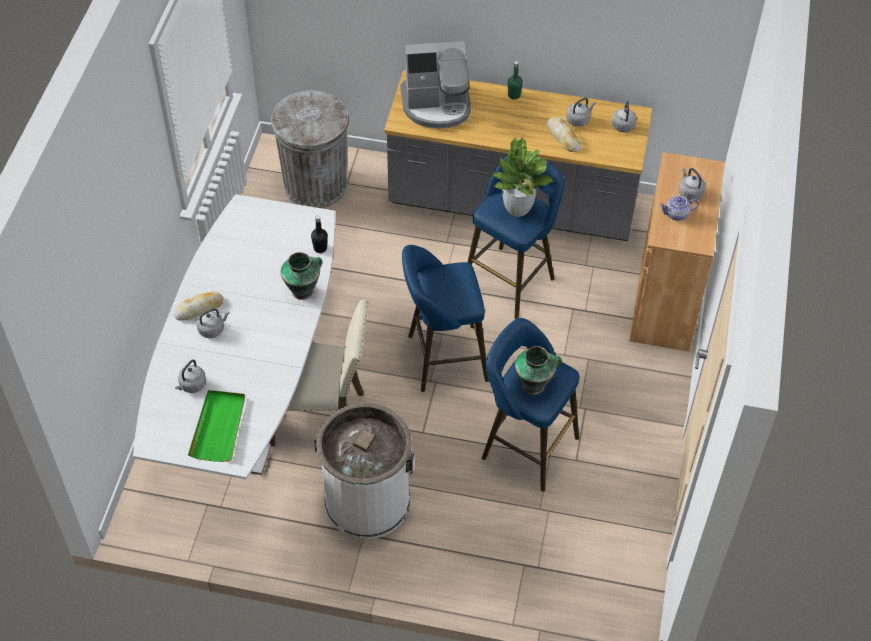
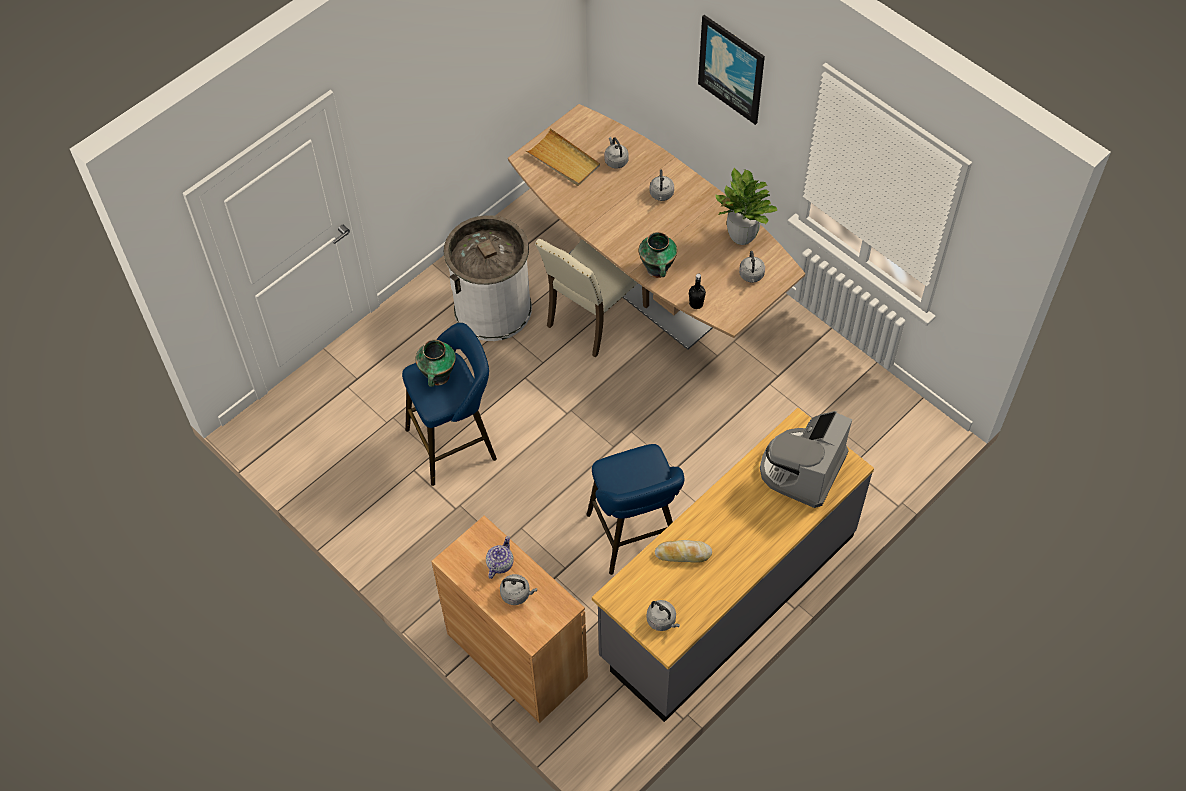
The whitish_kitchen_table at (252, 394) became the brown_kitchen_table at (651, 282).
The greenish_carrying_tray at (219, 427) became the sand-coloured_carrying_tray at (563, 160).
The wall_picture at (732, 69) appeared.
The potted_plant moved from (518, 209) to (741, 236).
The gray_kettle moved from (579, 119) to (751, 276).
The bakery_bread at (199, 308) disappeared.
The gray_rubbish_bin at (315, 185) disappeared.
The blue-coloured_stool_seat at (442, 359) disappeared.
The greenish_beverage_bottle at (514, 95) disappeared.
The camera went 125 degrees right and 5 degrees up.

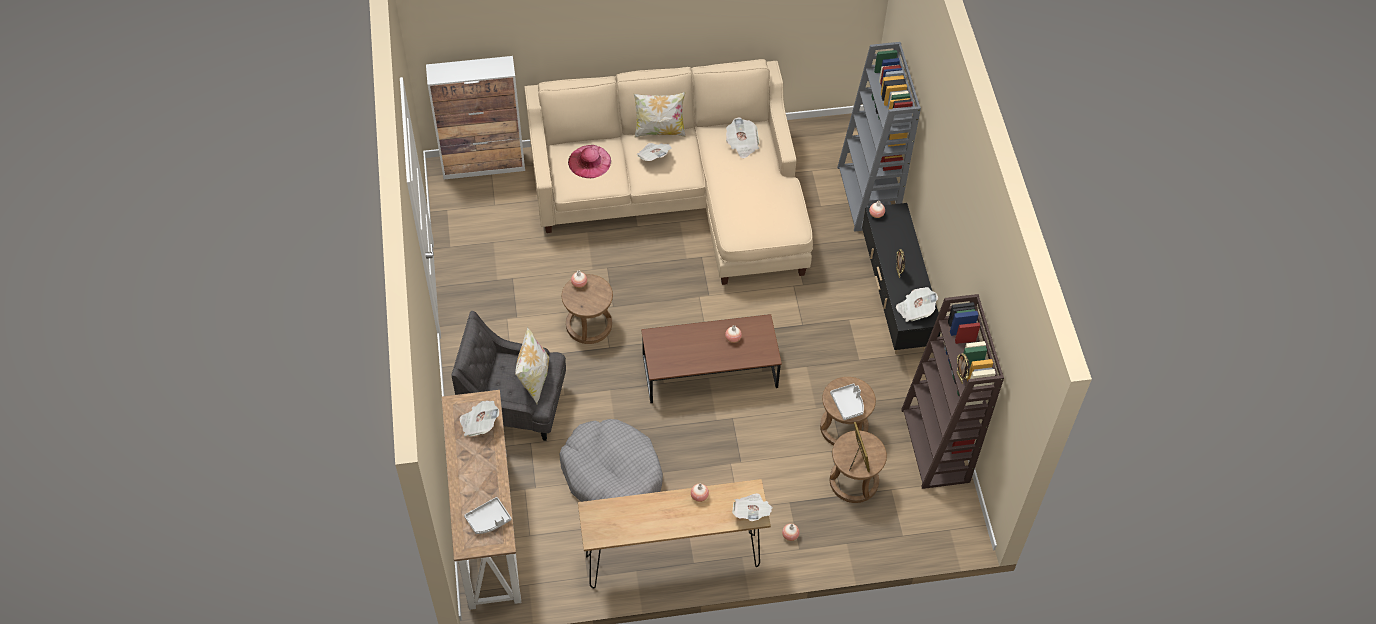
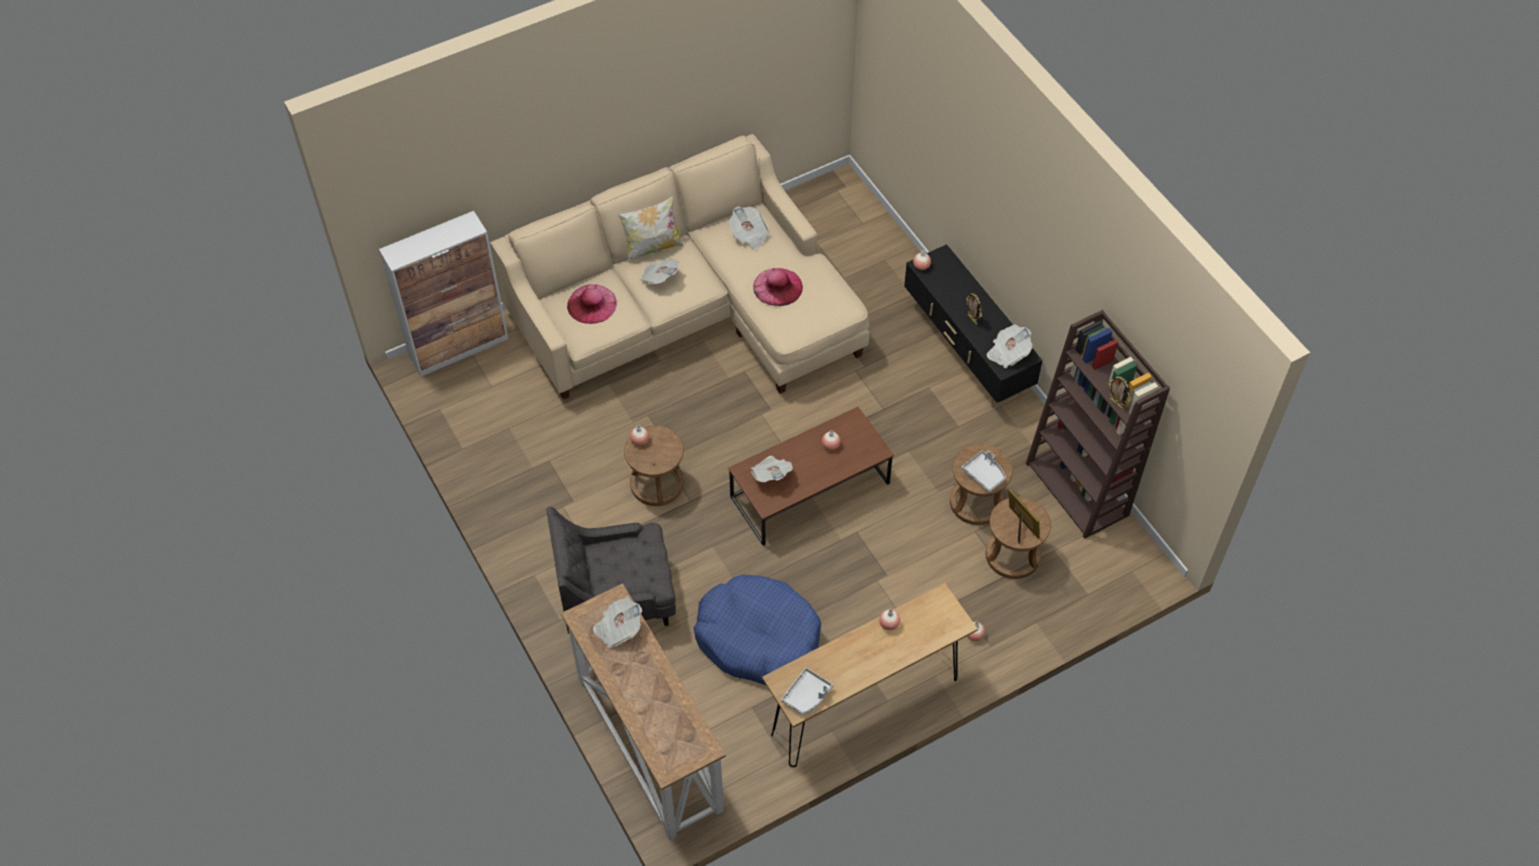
The gray_dog_bed at (612, 476) became the blue-coloured_dog_bed at (758, 638).
The newspaper moved from (751, 512) to (771, 475).
The pinkish_clothing_hat at (777, 287) appeared.
The gray_carrying_tray moved from (488, 520) to (807, 695).
The throw_pillow at (534, 379) disappeared.
The gray_bookcase at (868, 197) disappeared.
The camera went 20 degrees left and 0 degrees up.

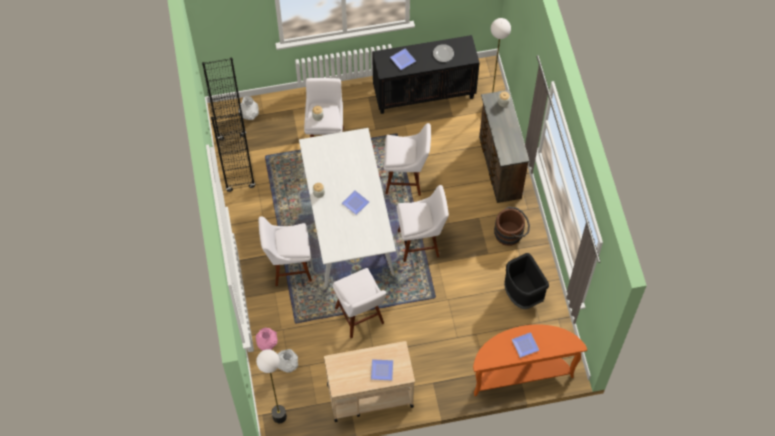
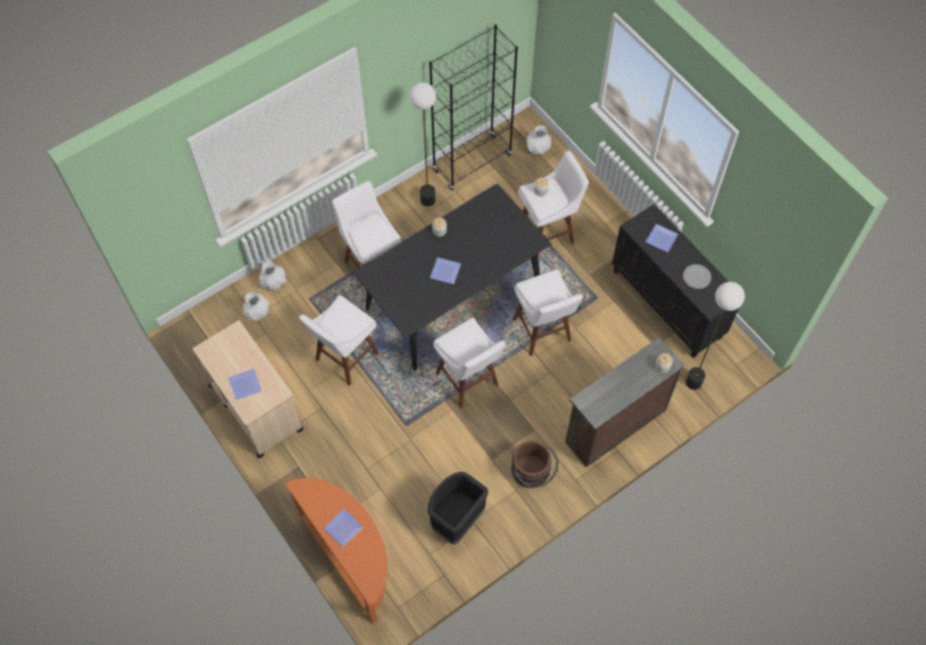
The pinkish_vase at (267, 343) became the whitish_vase at (274, 282).
The whitish_kitchen_table at (348, 225) became the black_kitchen_table at (453, 299).
The floor_lamp moved from (279, 416) to (427, 199).
The camera went 65 degrees right and 0 degrees up.

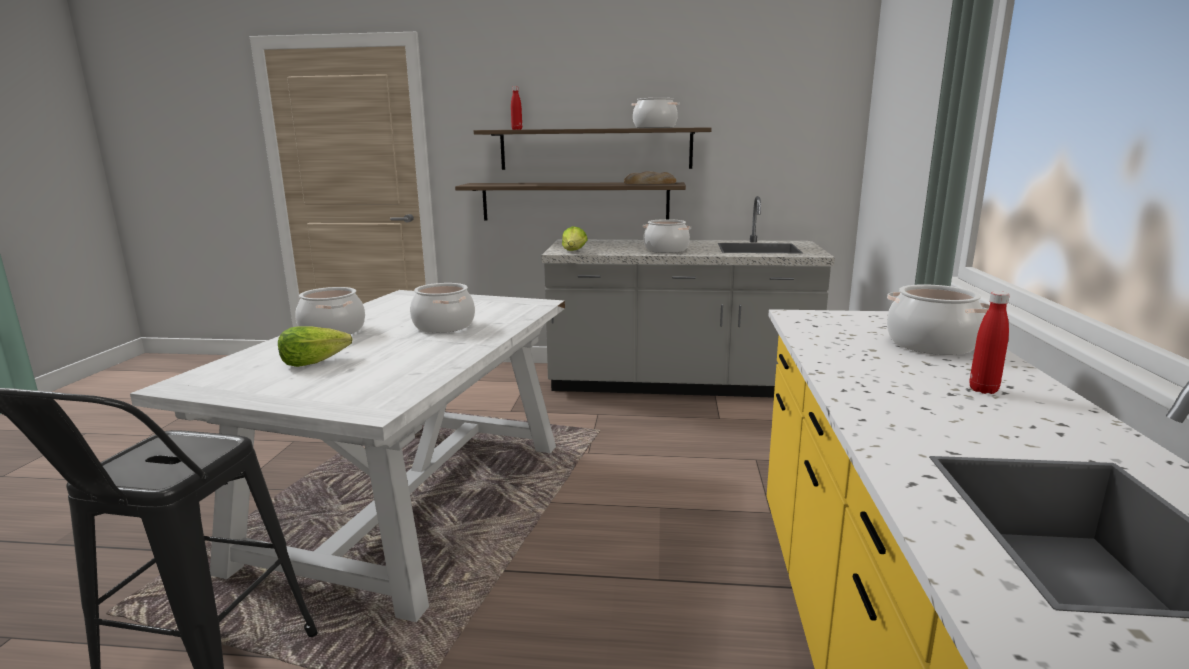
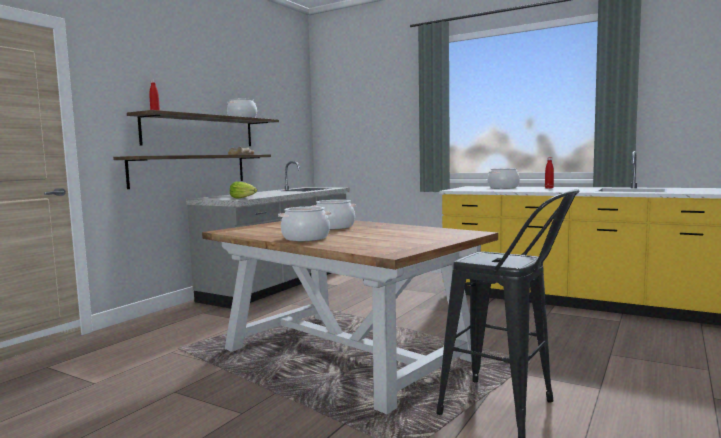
The whitish_kitchen_table at (411, 502) became the brown_kitchen_table at (347, 354).
The head_of_lettuce at (314, 362) disappeared.
The stockpot at (666, 250) disappeared.
The camera went 65 degrees left and 10 degrees down.

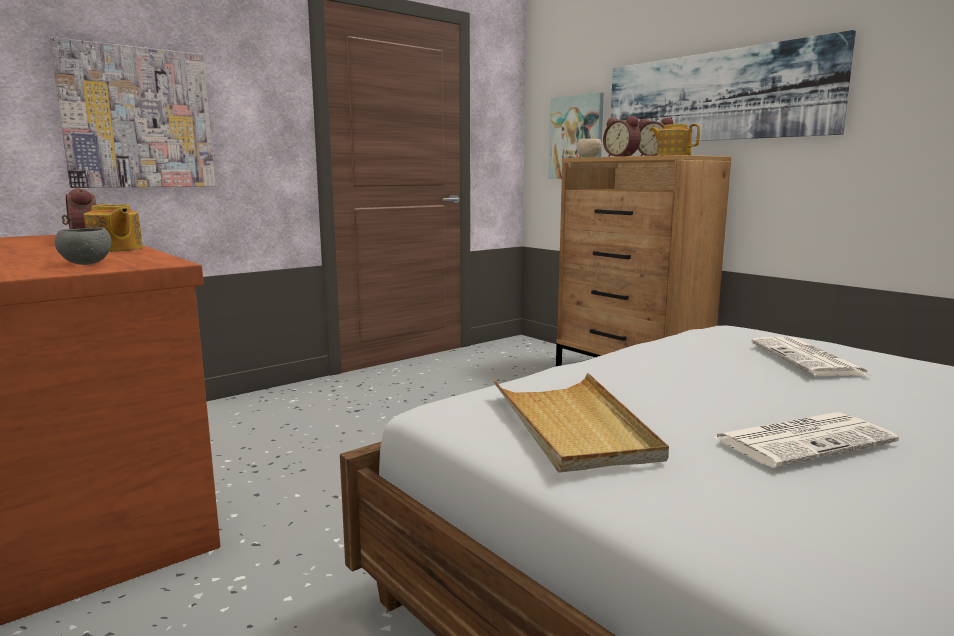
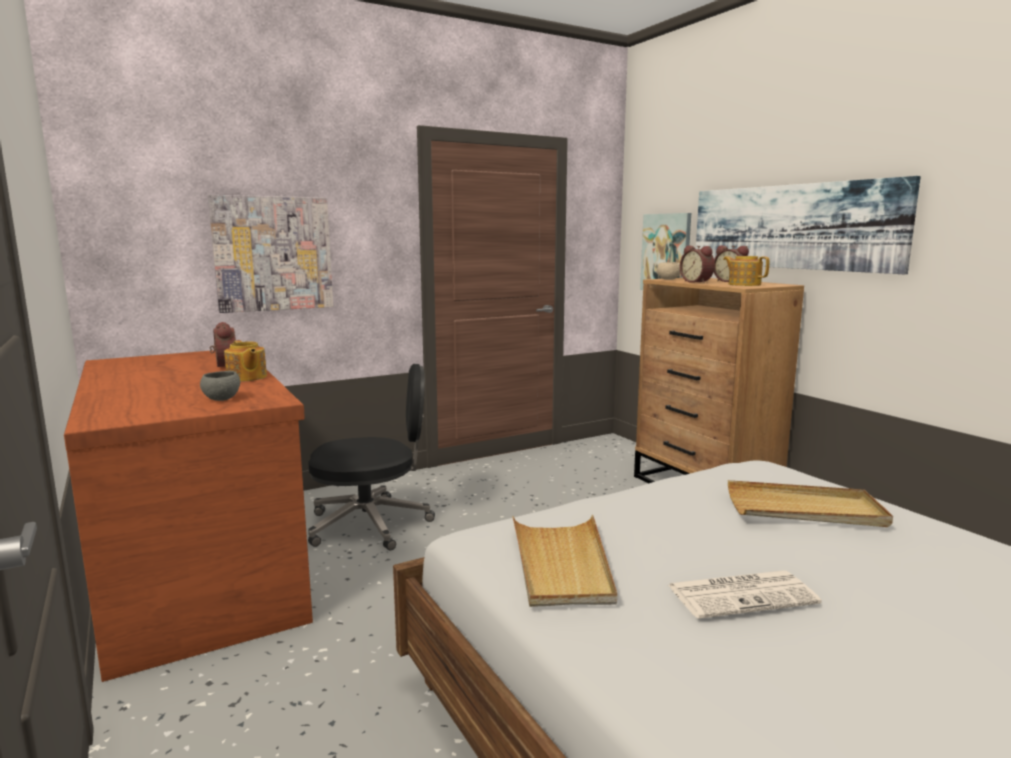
The black_desk_chair at (372, 524) appeared.
The newspaper at (808, 359) was replaced by the sand-coloured_carrying_tray at (805, 509).
The camera went 10 degrees right and 0 degrees up.

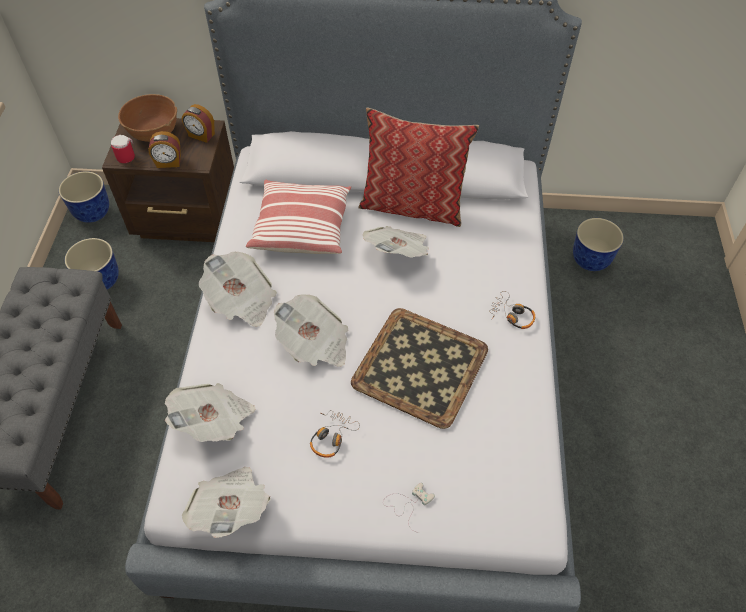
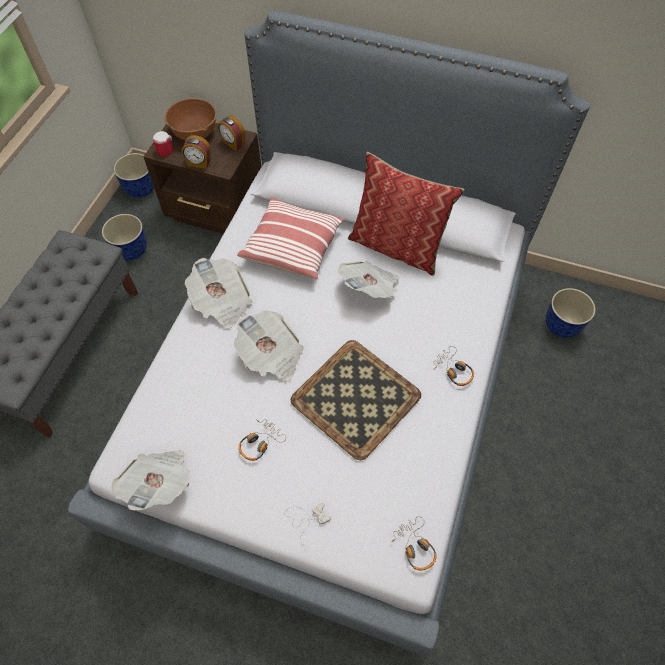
The headset at (415, 546) appeared.
The newspaper at (215, 421) disappeared.
The camera went 15 degrees right and 5 degrees up.

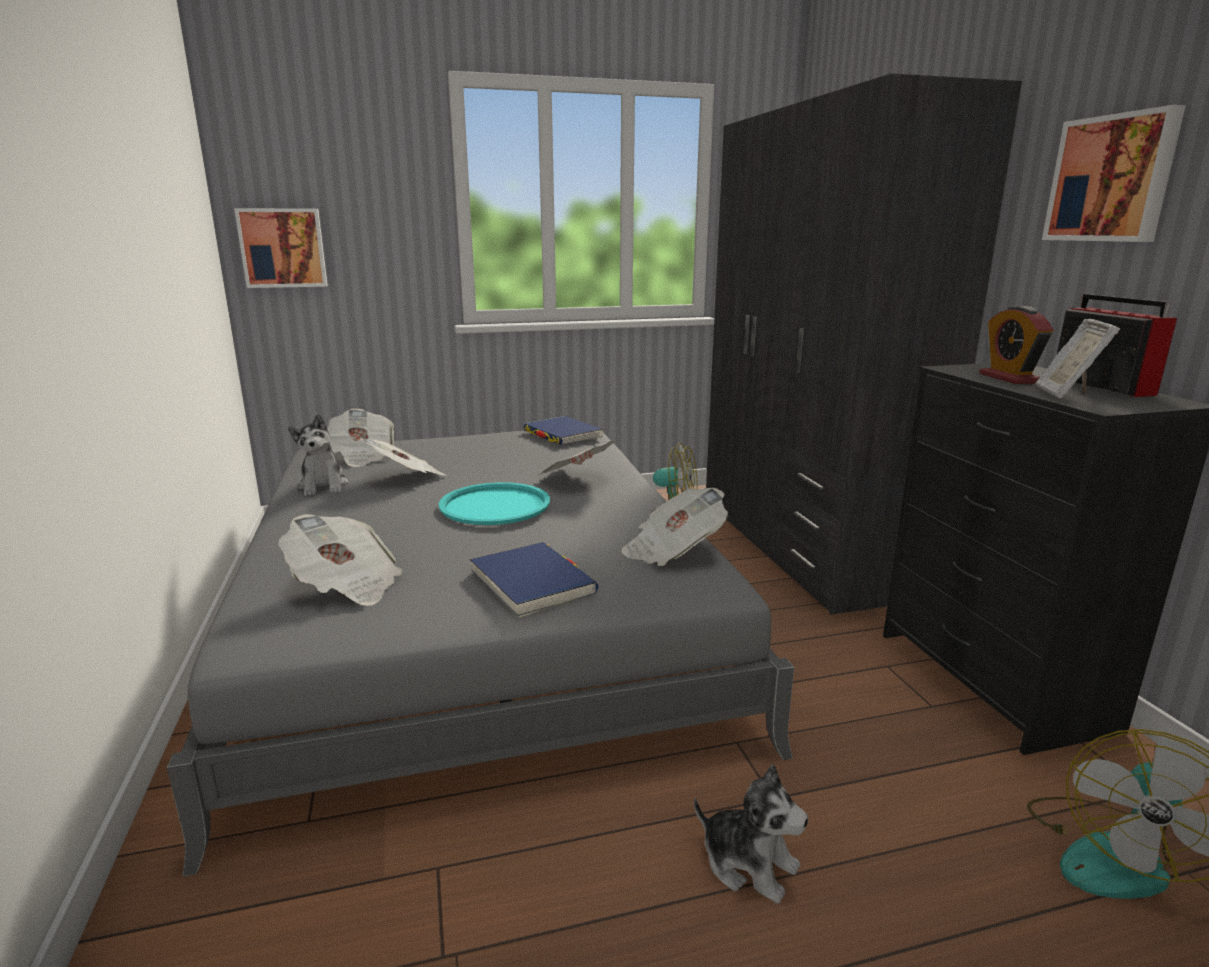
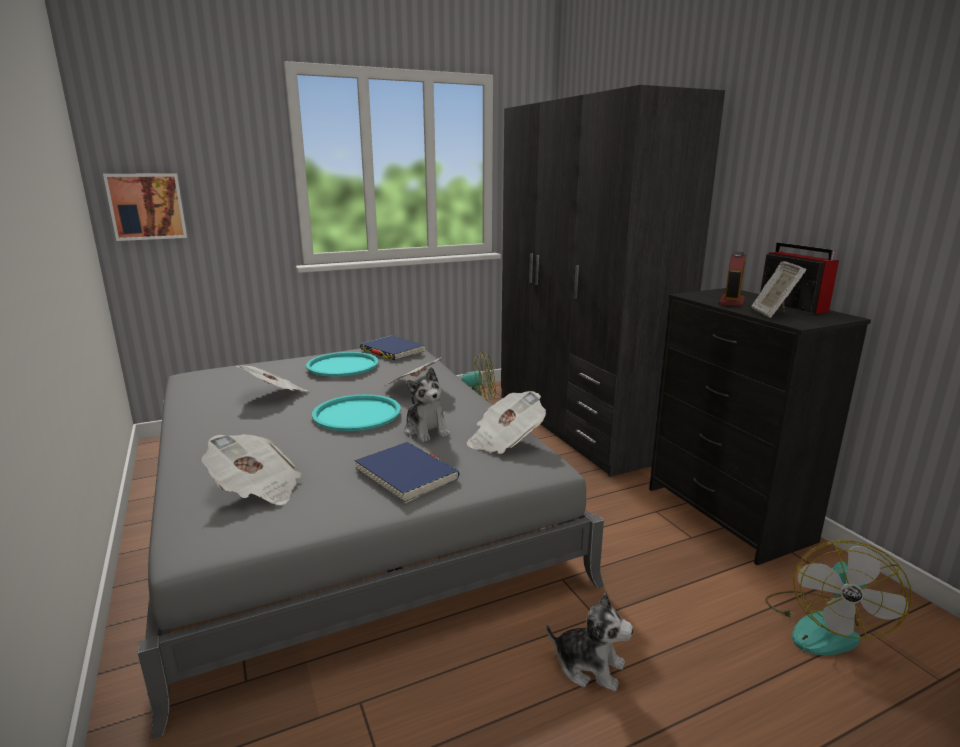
The blue-green_carrying_tray at (342, 365) appeared.
The soft_toy moved from (324, 486) to (426, 430).
The bedside_clock at (1009, 378) turned 135 degrees counterclockwise.
The newspaper at (362, 456) disappeared.
The wall_picture at (1112, 179) disappeared.
The camera went 10 degrees left and 0 degrees up.

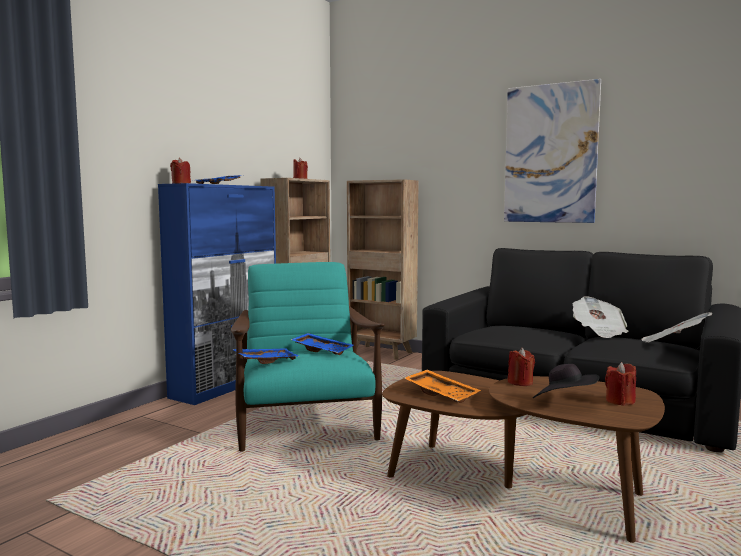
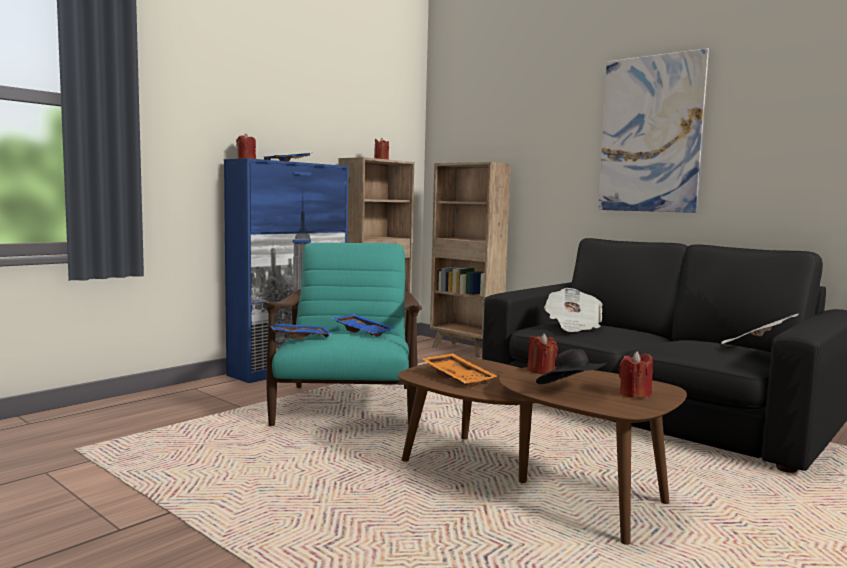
The newspaper moved from (599, 332) to (572, 326).
The camera went 10 degrees right and 0 degrees up.

